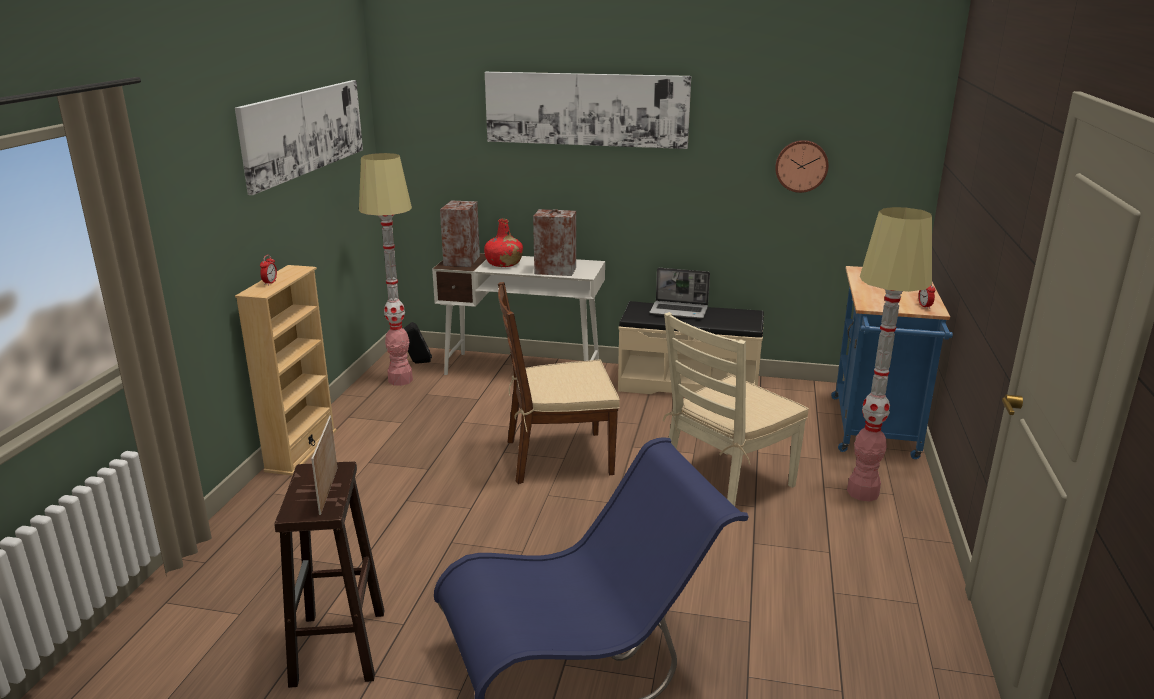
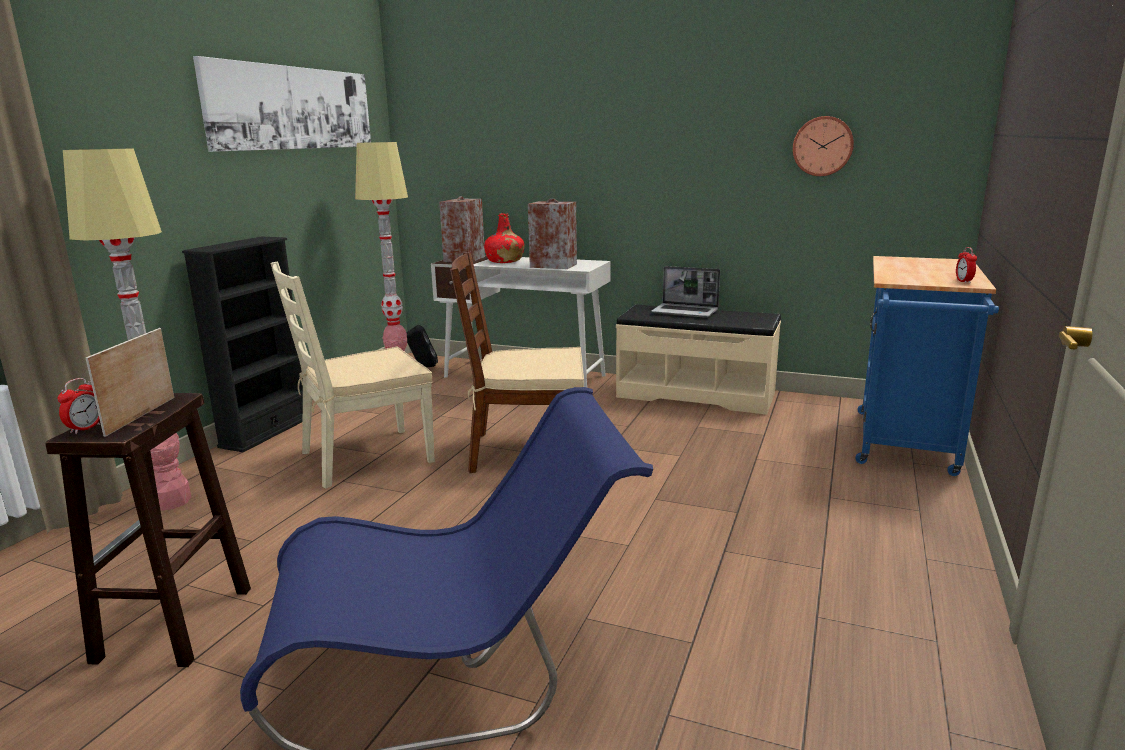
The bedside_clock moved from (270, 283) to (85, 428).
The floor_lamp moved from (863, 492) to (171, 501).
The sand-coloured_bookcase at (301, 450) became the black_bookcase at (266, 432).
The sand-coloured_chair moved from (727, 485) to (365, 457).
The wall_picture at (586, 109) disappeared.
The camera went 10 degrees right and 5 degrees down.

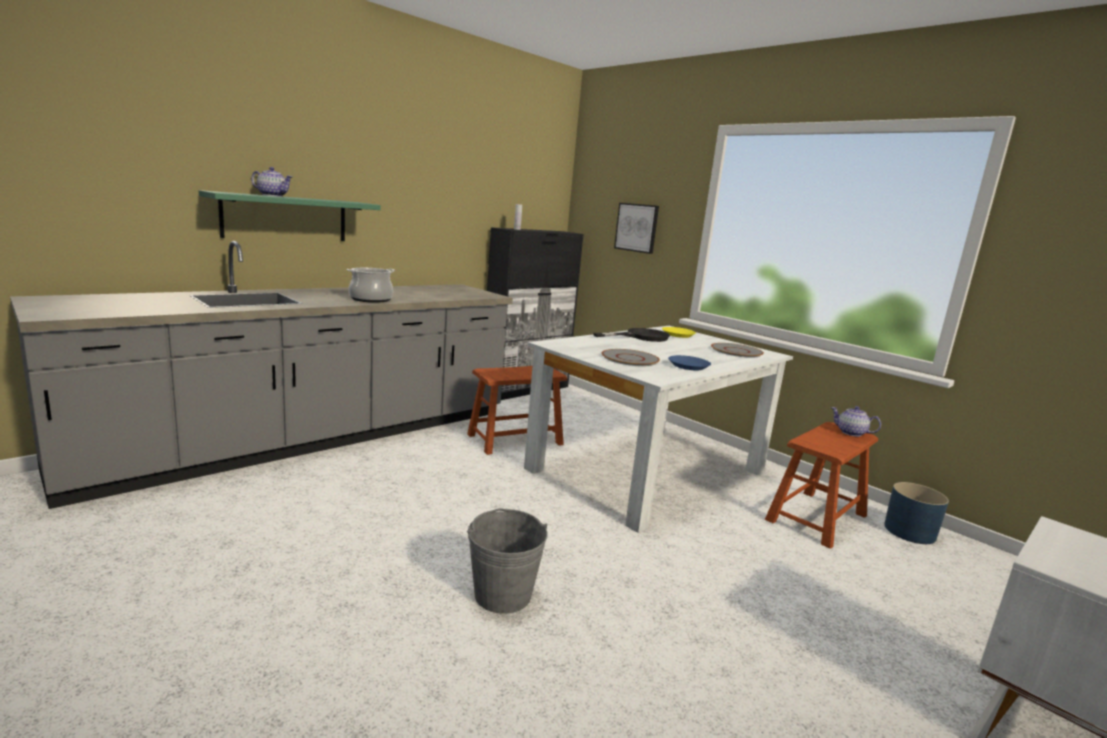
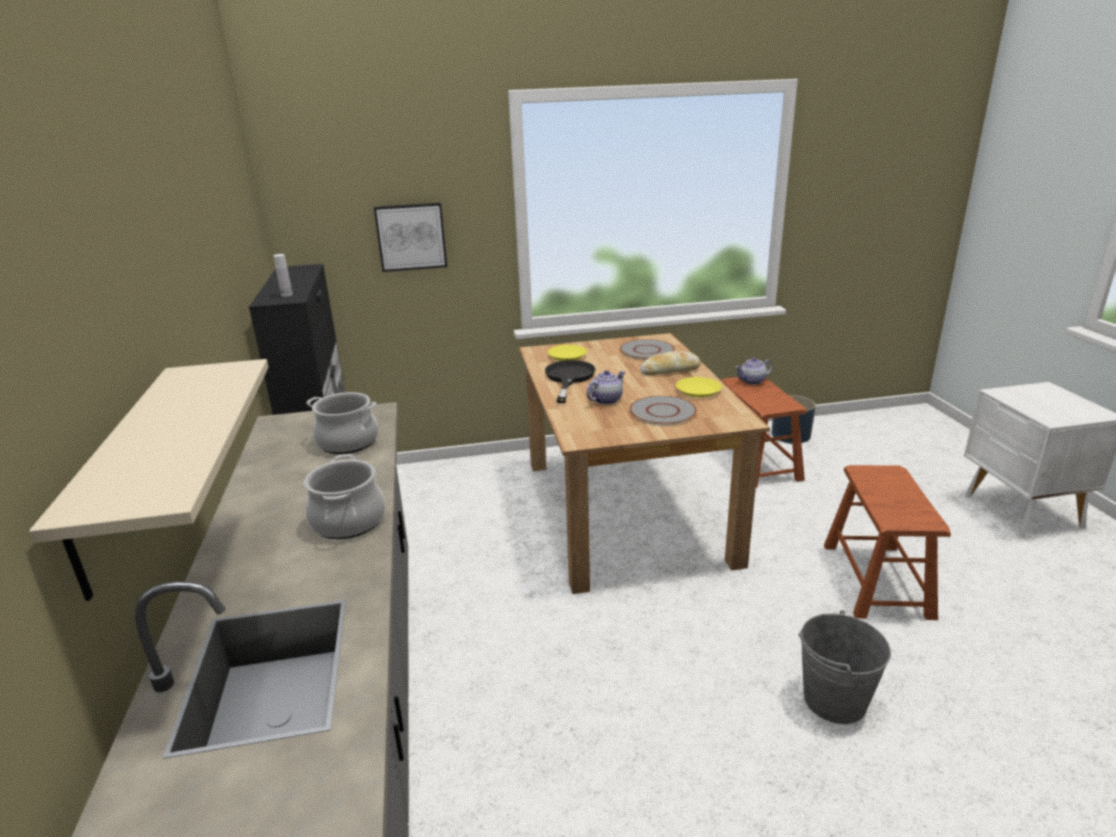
The greenish_shelf at (285, 218) became the sand-coloured_shelf at (125, 474).
The stockpot at (347, 442) appeared.
The whitish_kitchen_table at (648, 469) became the brown_kitchen_table at (623, 509).
The teapot moved from (273, 195) to (606, 400).
The bakery_bread at (670, 370) appeared.
The blue-coloured_plate at (688, 366) became the yellow-coloured_plate at (698, 391).
The brown_stool_seat moved from (515, 439) to (876, 580).
The camera went 55 degrees left and 10 degrees up.

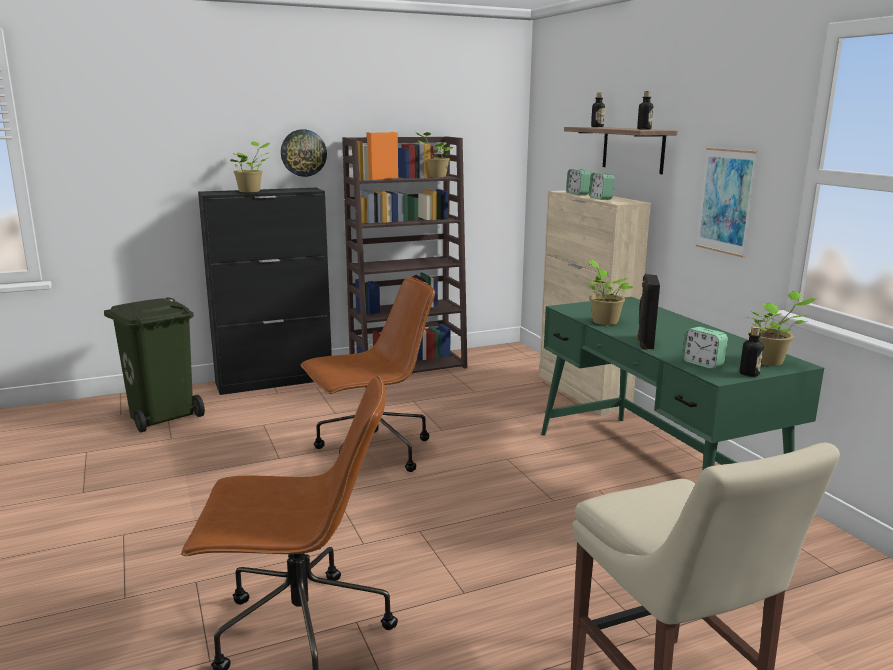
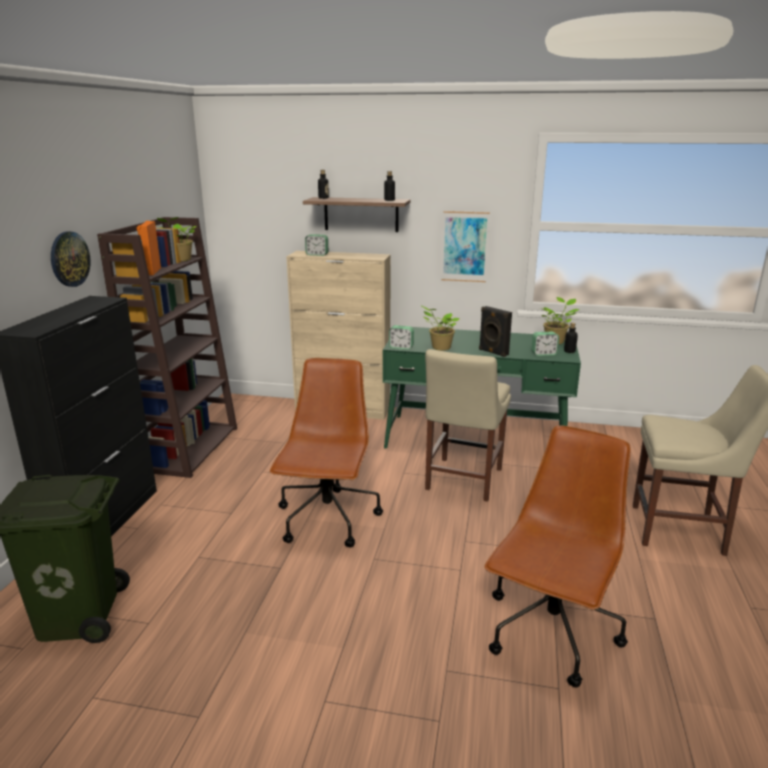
The bedside_clock moved from (600, 198) to (401, 347).
The sand-coloured_chair at (462, 481) appeared.
The potted_plant at (251, 191) disappeared.
The camera went 55 degrees left and 5 degrees up.

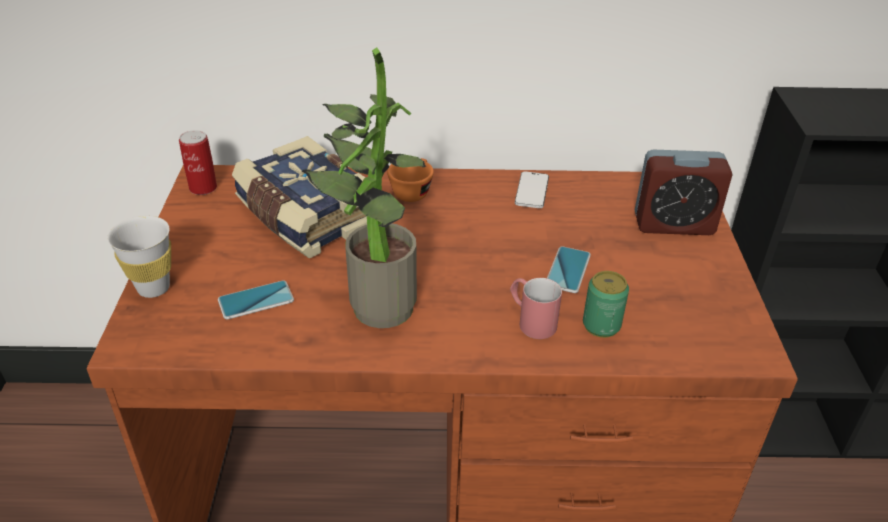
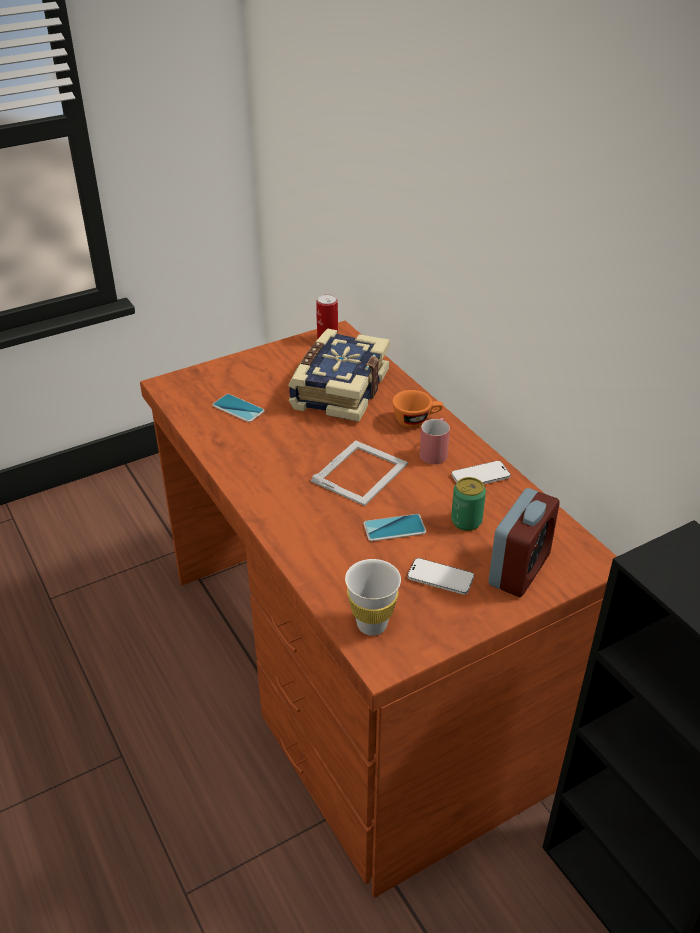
The picture_frame at (361, 472) appeared.
The whitish_drinking_cup moved from (153, 288) to (372, 625).
The telephone at (440, 578) appeared.
The reddish_coffee_mug moved from (531, 320) to (435, 451).
The metal_can moved from (601, 325) to (466, 521).
The bedside_clock at (673, 224) turned 120 degrees counterclockwise.
The potted_plant at (373, 305) disappeared.
The camera went 60 degrees right and 0 degrees up.

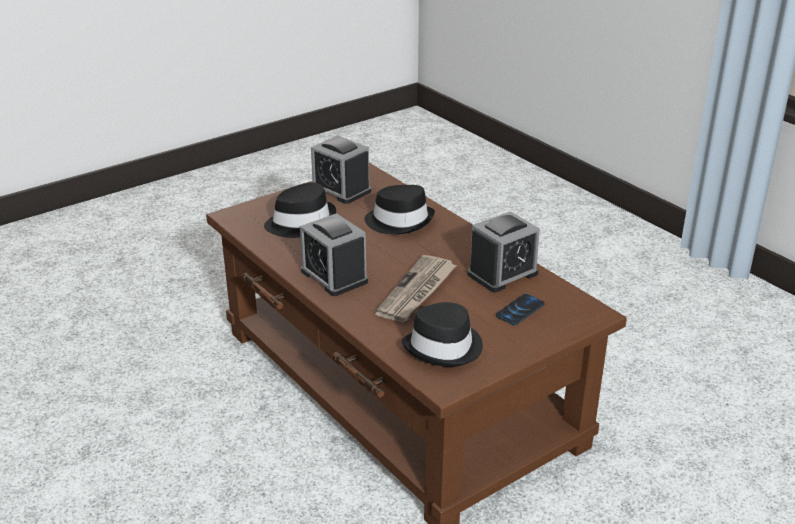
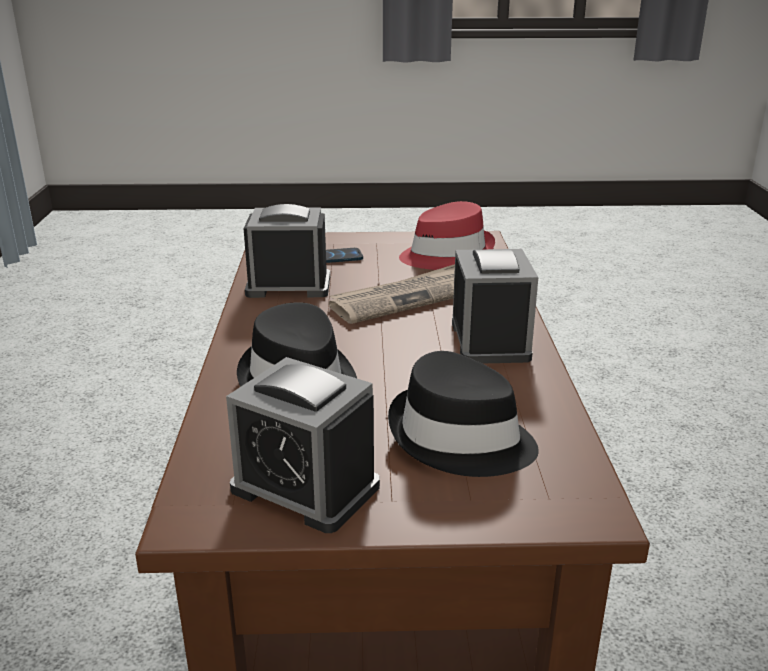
The bedside_clock at (341, 189) turned 135 degrees clockwise.
The black_clothing_hat at (444, 348) became the reddish_clothing_hat at (446, 255).
The camera went 145 degrees left and 5 degrees down.

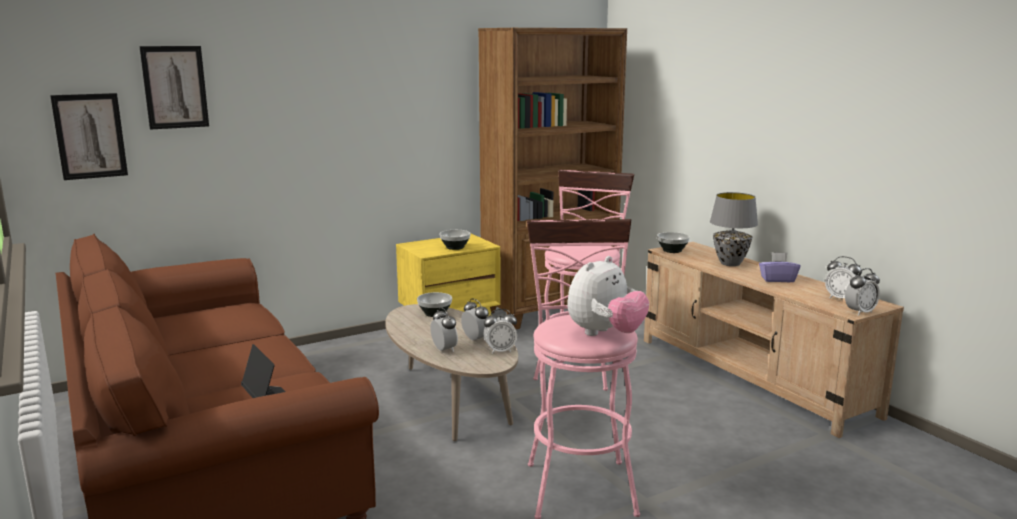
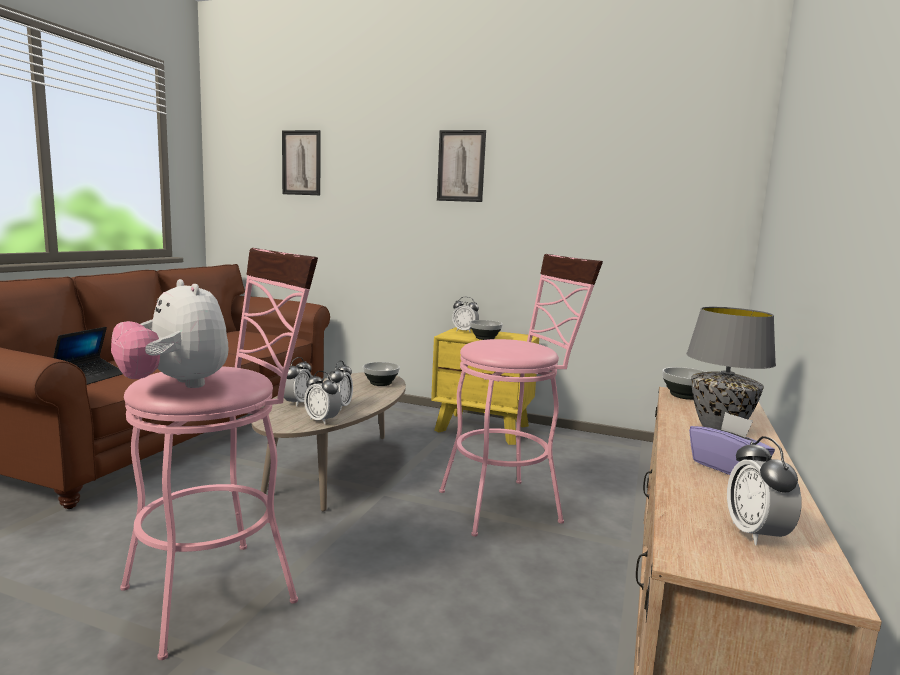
The soft_toy at (605, 334) turned 45 degrees clockwise.
The wall_picture moved from (90, 136) to (461, 166).
The bedside_clock moved from (860, 312) to (464, 331).
The brown_bookcase at (550, 310) disappeared.
The camera went 50 degrees right and 5 degrees down.

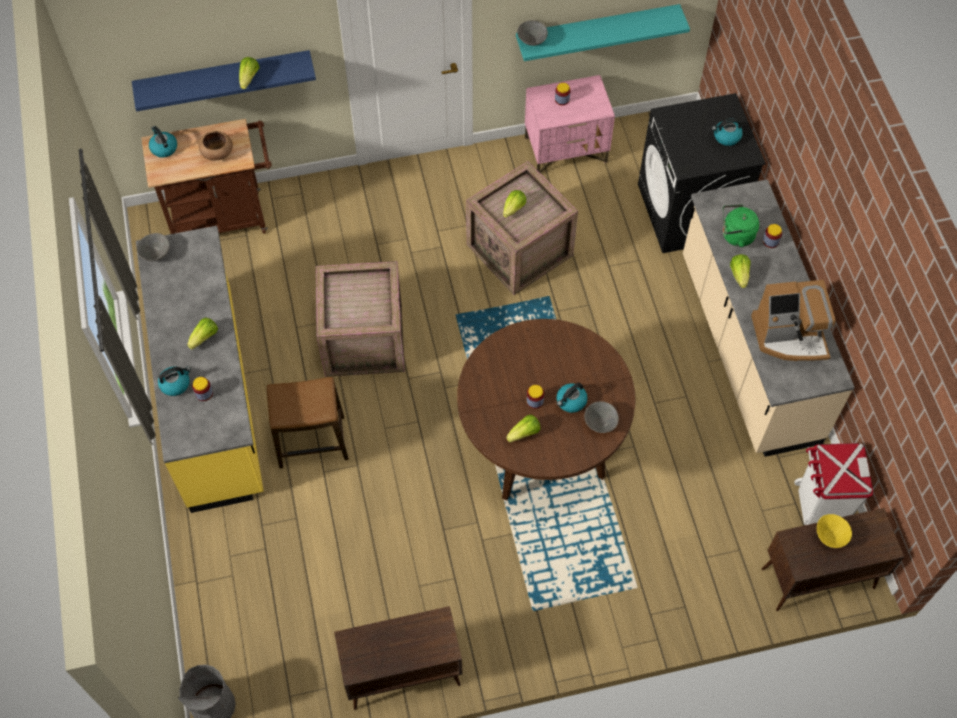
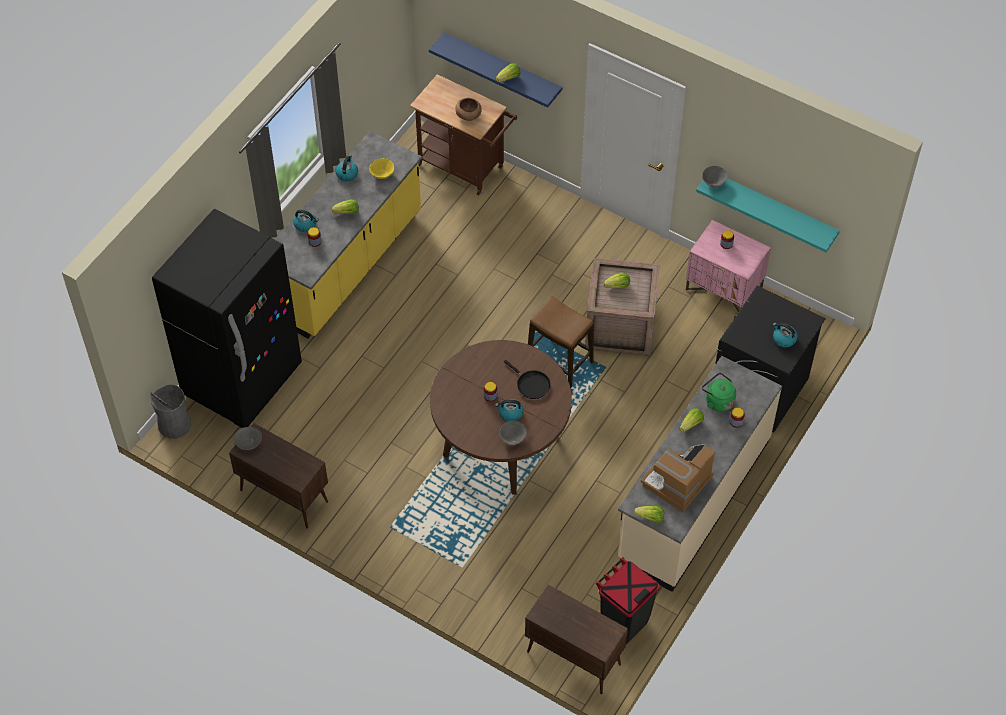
The black_fridge at (242, 380) appeared.
The gray_deep_dish moved from (156, 254) to (249, 444).
The kettle moved from (163, 148) to (347, 173).
The yellow-coloured_deep_dish moved from (830, 535) to (382, 174).
The black_skillet at (531, 384) appeared.
The stool_seat moved from (312, 442) to (560, 361).
The whitish_rubbish_bin at (818, 508) became the black_rubbish_bin at (623, 623).
The head_of_lettuce moved from (524, 433) to (650, 518).
The coffee_maker at (790, 336) turned 90 degrees clockwise.
The packing_crate at (362, 338) disappeared.
The camera went 45 degrees right and 5 degrees down.

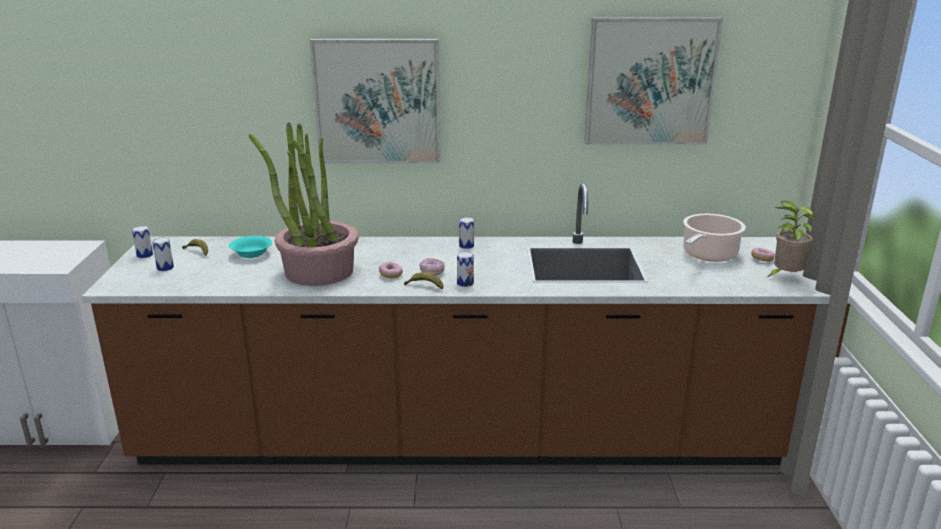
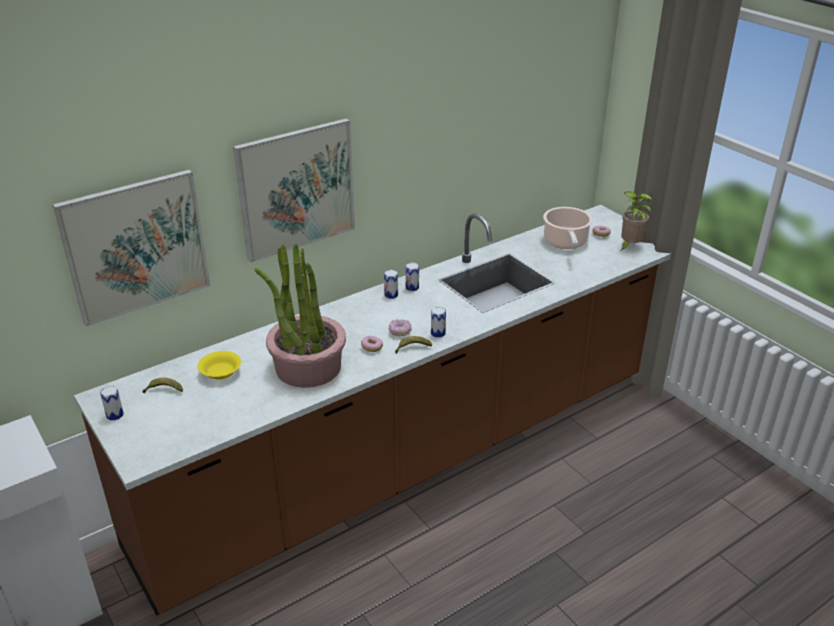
The wall_picture moved from (650, 82) to (136, 246).
The blue-green_deep_dish at (251, 254) became the yellow-coloured_deep_dish at (220, 373).
The metal_can moved from (165, 268) to (412, 287).
The camera went 35 degrees left and 10 degrees up.

